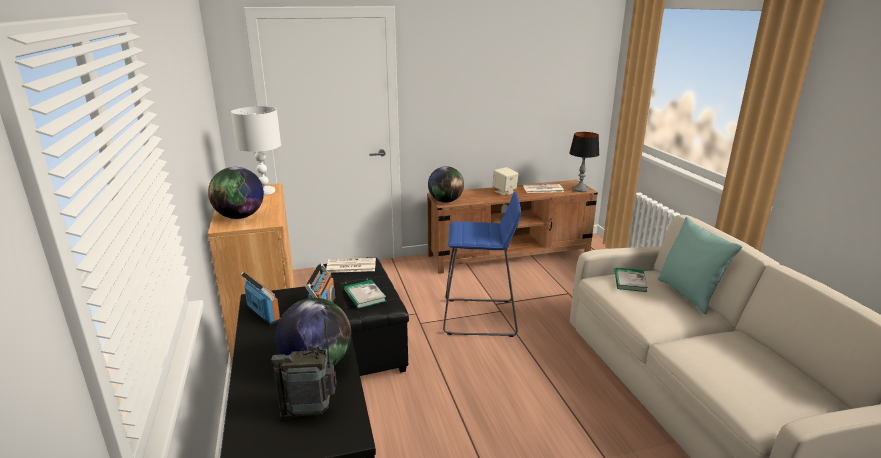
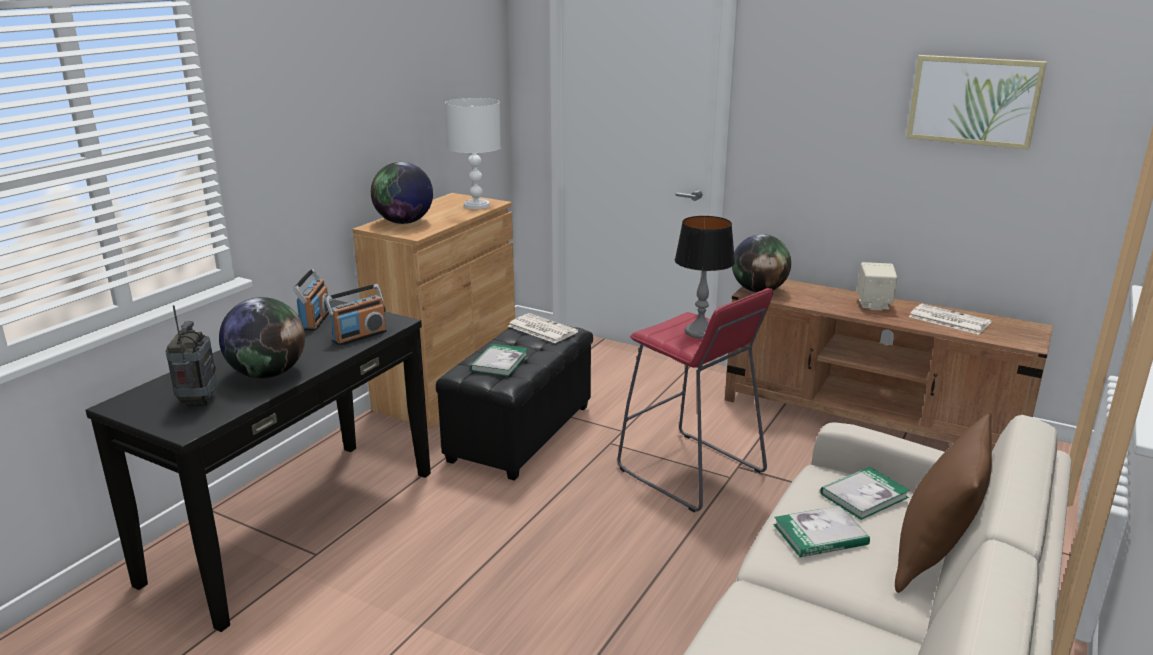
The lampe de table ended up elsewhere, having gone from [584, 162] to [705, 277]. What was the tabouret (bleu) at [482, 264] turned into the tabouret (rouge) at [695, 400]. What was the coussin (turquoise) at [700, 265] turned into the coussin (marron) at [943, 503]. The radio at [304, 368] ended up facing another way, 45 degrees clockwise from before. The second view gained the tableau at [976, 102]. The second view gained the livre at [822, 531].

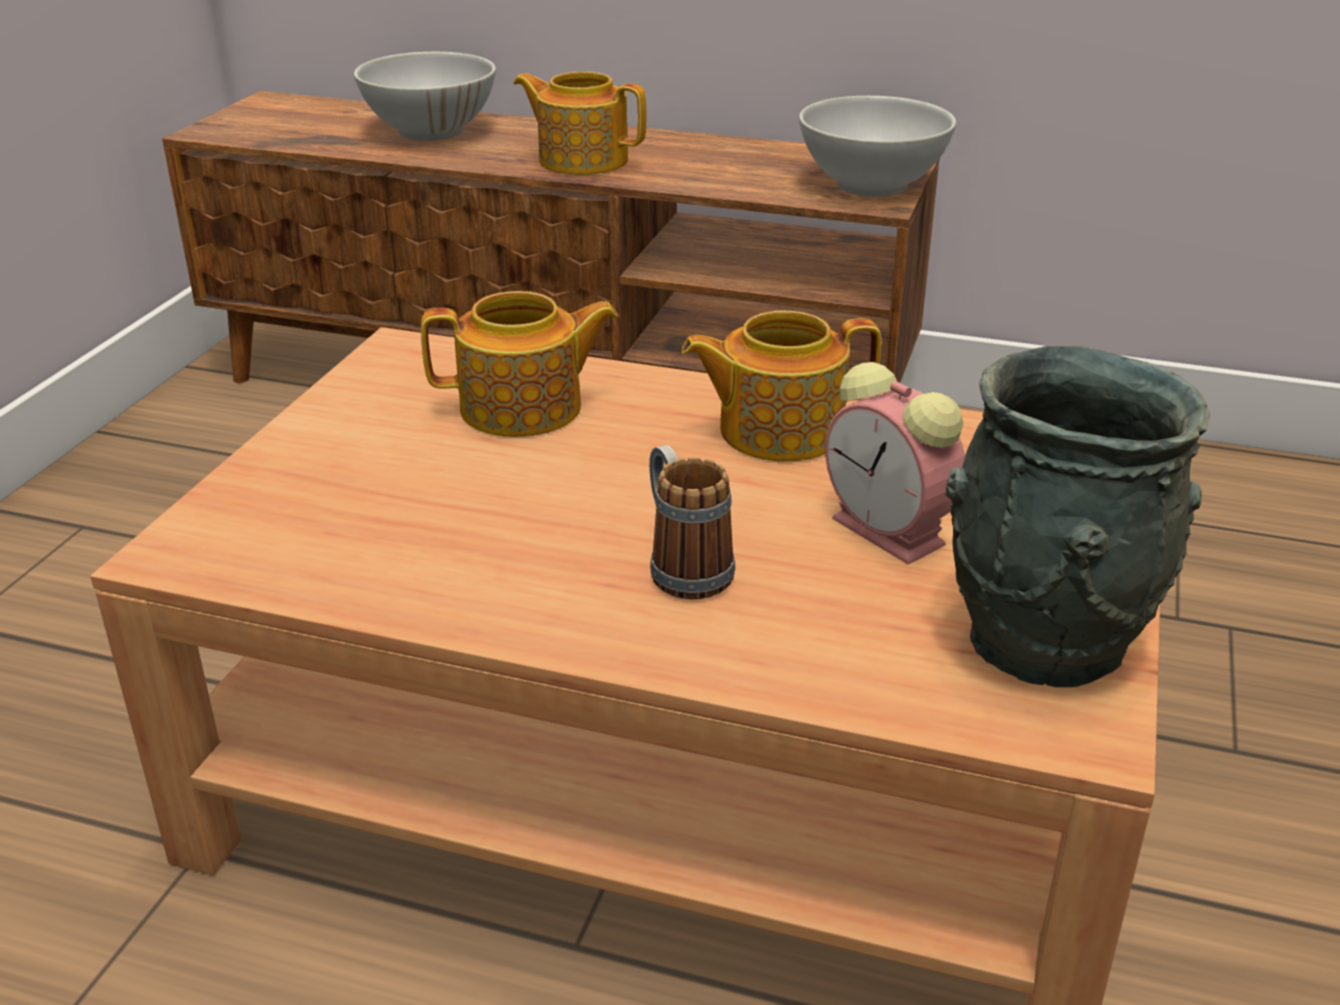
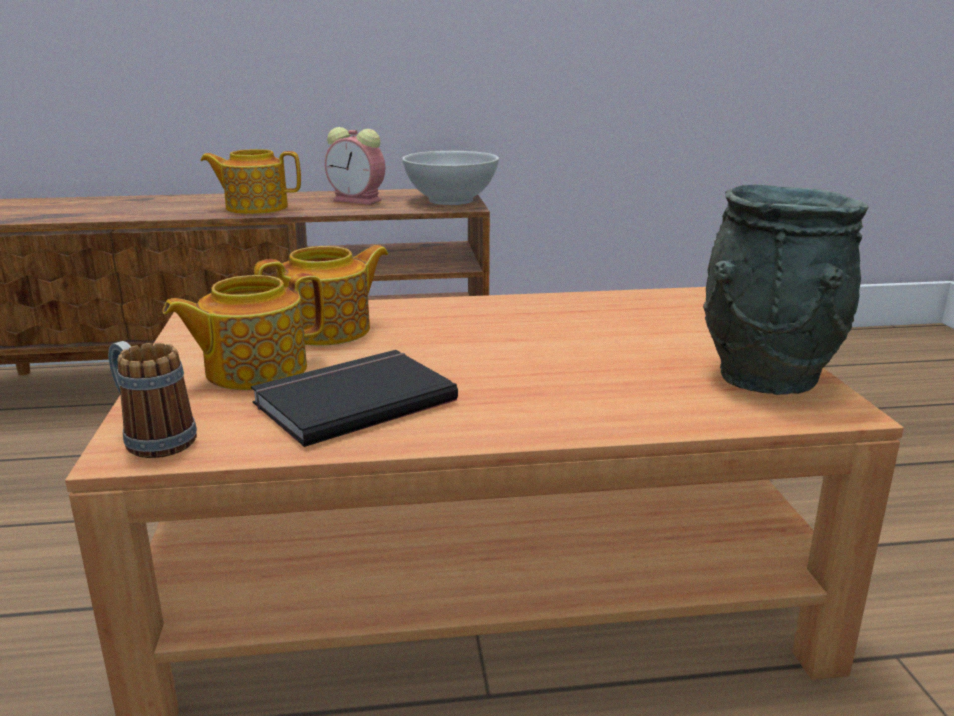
The second view lost the bol (blanc) at [425, 96]. The théière ended up elsewhere, having gone from [781, 386] to [243, 331]. The réveil ended up elsewhere, having gone from [895, 463] to [355, 166]. The mug ended up elsewhere, having gone from [692, 522] to [152, 399]. The second view gained the livre (noir) at [354, 398].

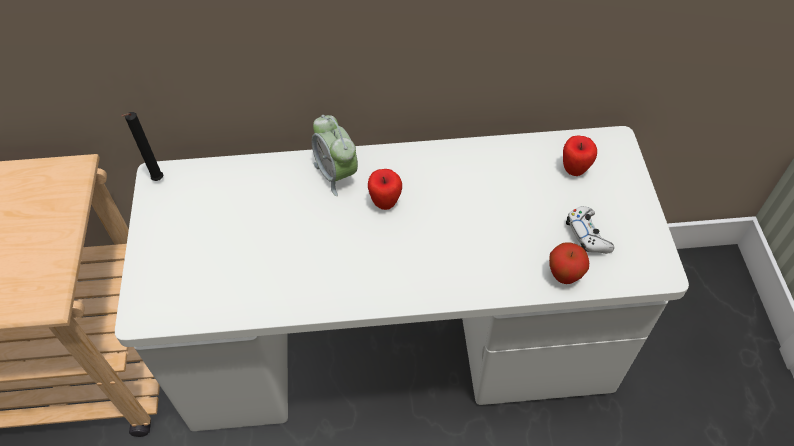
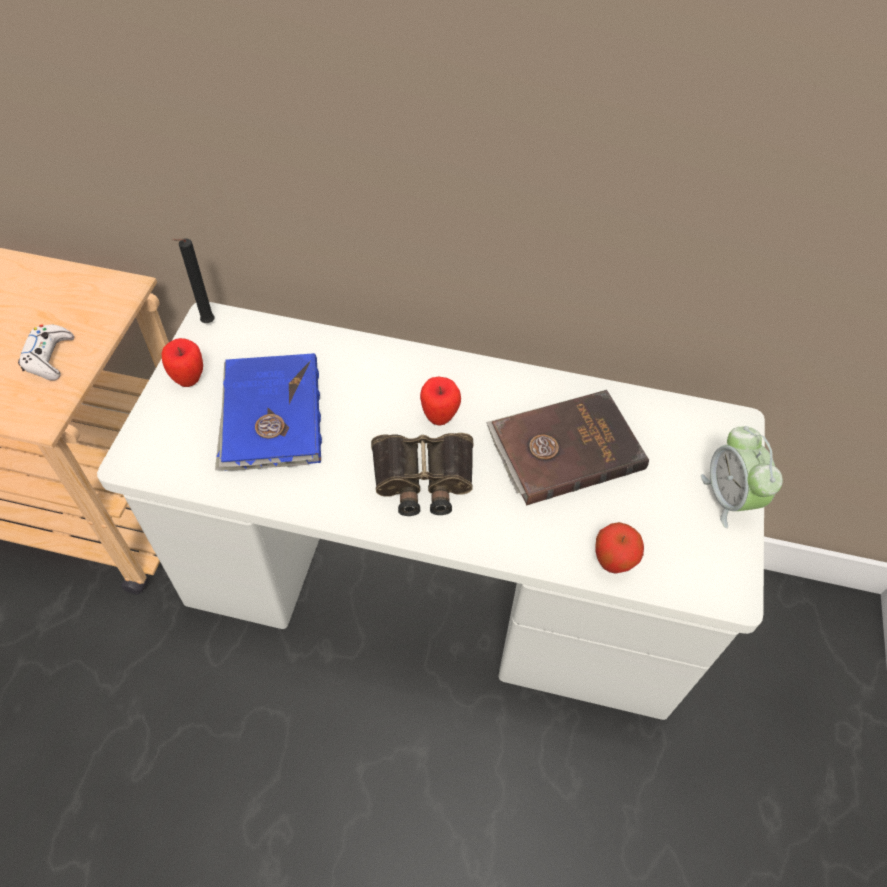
The réveil ended up elsewhere, having gone from [335, 155] to [742, 477]. The pomme ended up elsewhere, having gone from [580, 155] to [182, 362]. The manette (blanc) ended up elsewhere, having gone from [590, 230] to [46, 353]. The second view gained the livre (bleu) at [268, 412]. The second view gained the livre (marron) at [567, 447]. The second view gained the jumelles at [422, 474].

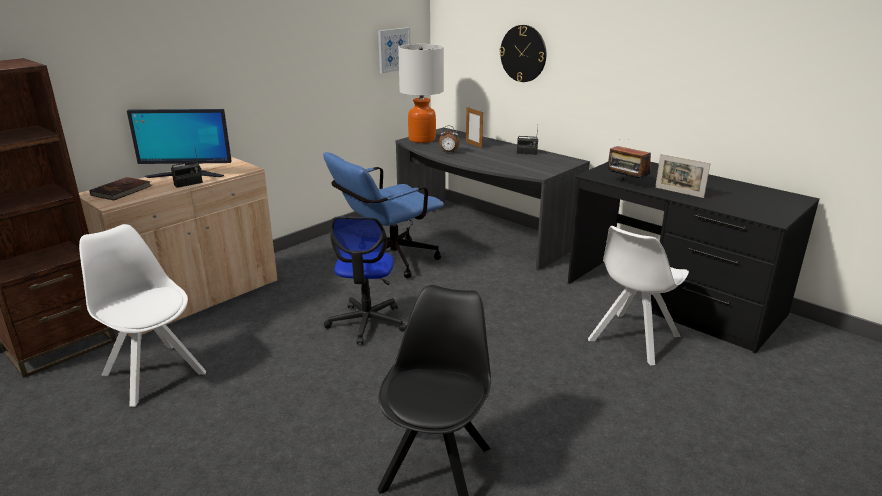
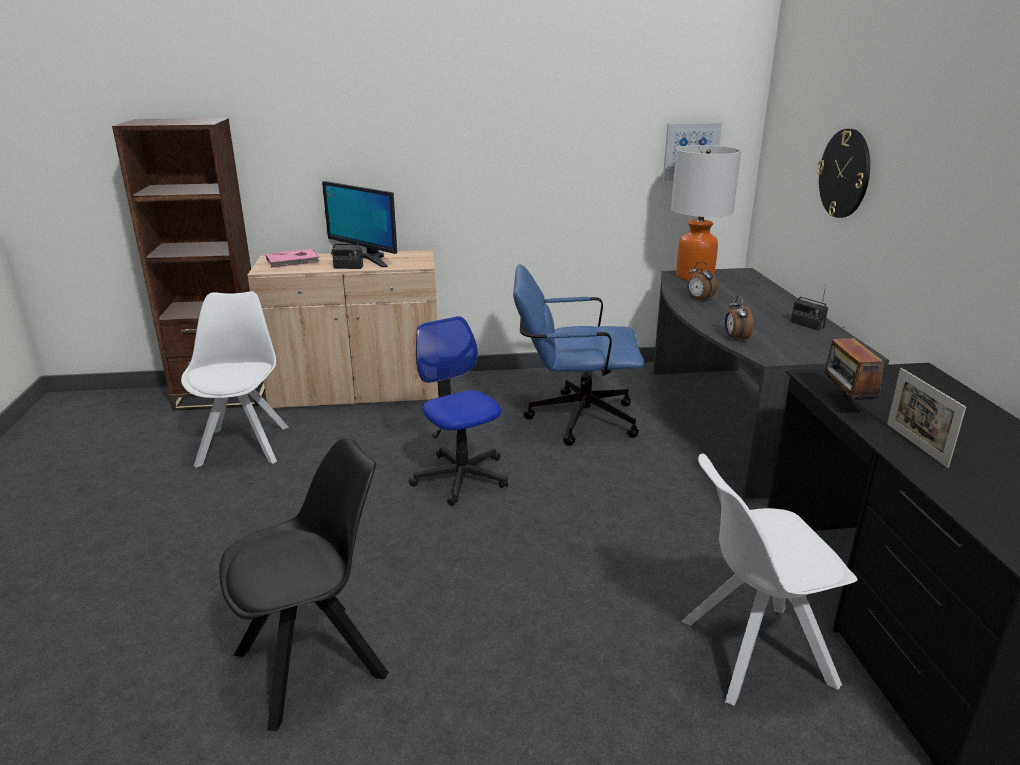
The second view lost the cadre photo at [474, 127]. What was the livre (marron) at [120, 188] turned into the livre (rose) at [293, 258]. The chaise de bureau at [365, 281] ended up facing another way, 105 degrees clockwise from before. The second view gained the réveil at [739, 318].

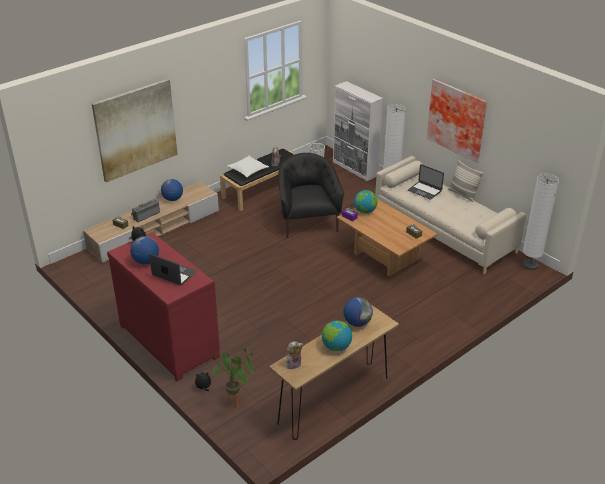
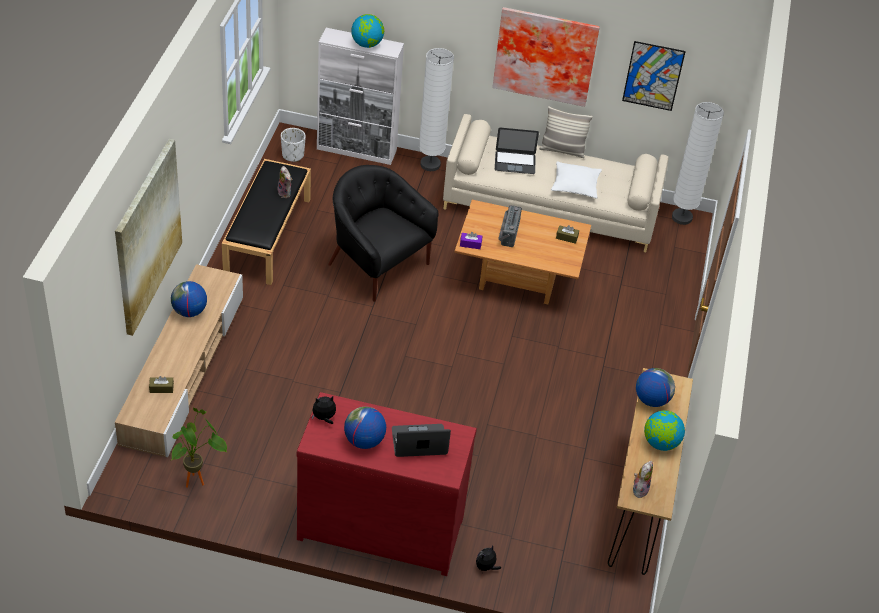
The coussin (blanc) ended up elsewhere, having gone from [248, 166] to [576, 180]. The globe ended up elsewhere, having gone from [366, 201] to [367, 31]. The radio ended up elsewhere, having gone from [145, 210] to [510, 226]. The plante en pot ended up elsewhere, having gone from [232, 376] to [199, 448]. The second view gained the tableau at [654, 76].

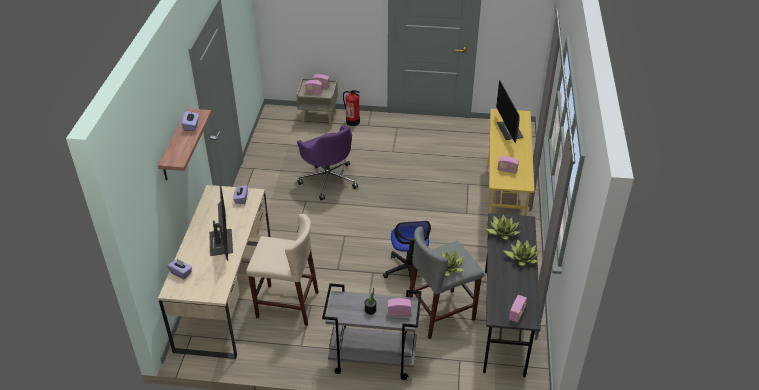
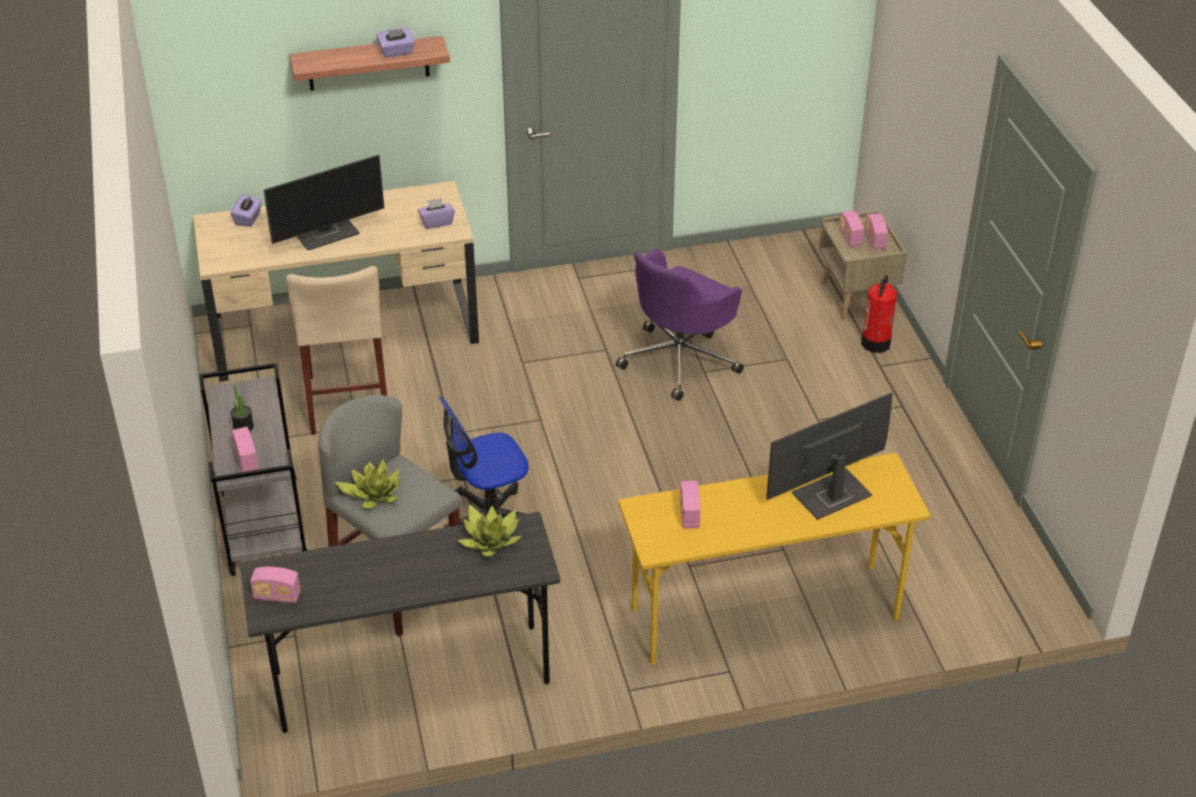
The second view lost the plante en pot at [521, 252].

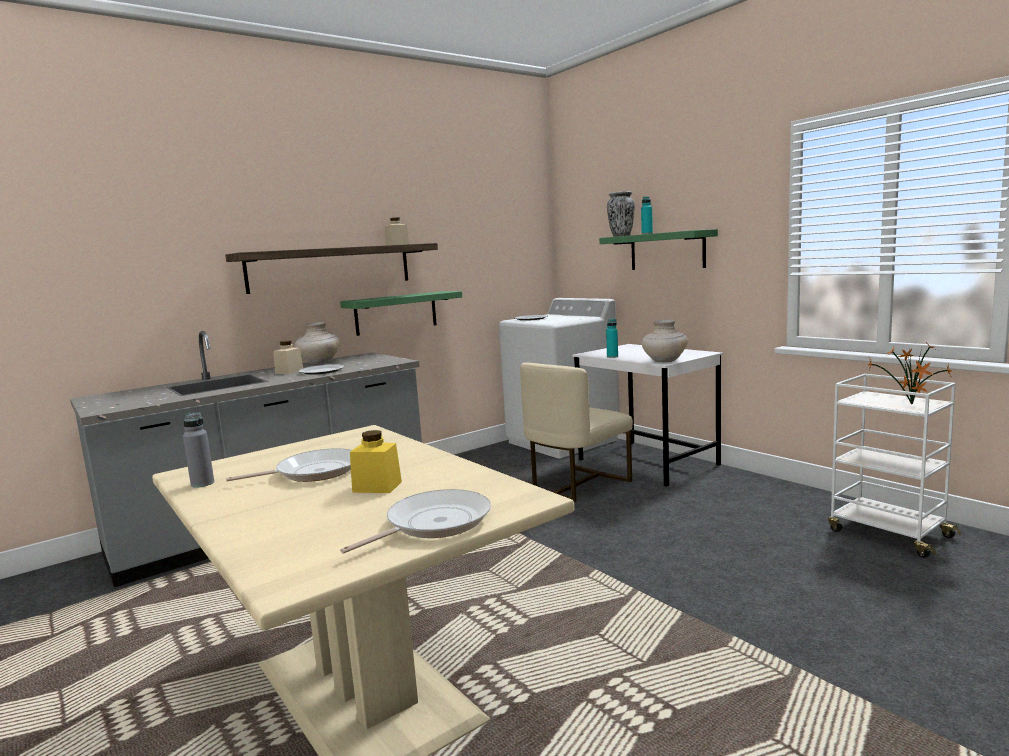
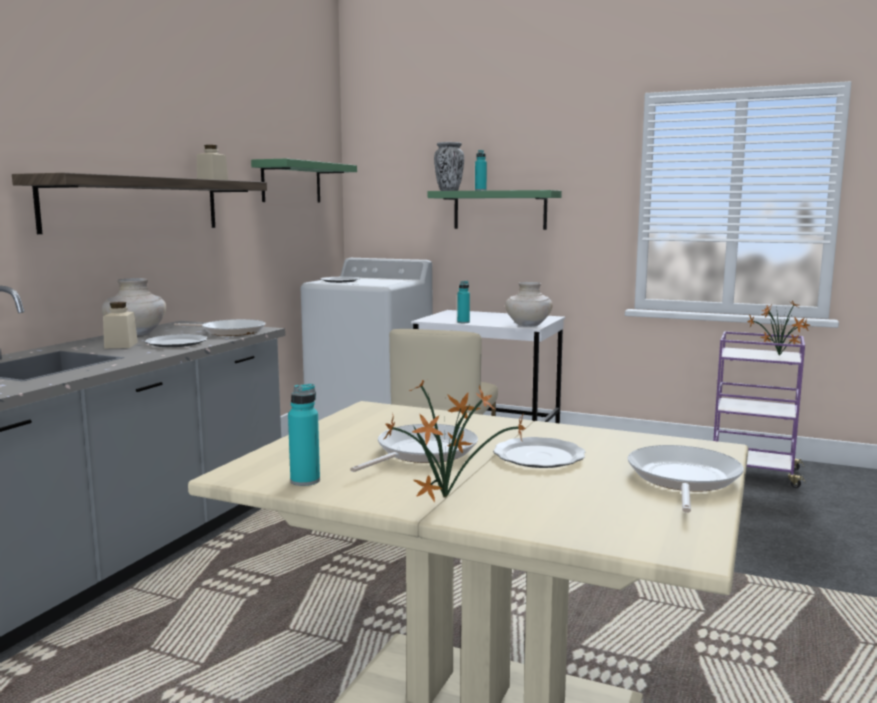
The étagère (vert) ended up elsewhere, having gone from [401, 313] to [304, 180]. What was the chariot (blanc) at [894, 466] turned into the chariot (violet) at [759, 409]. What was the bouteille (gris) at [198, 450] turned into the bouteille (turquoise) at [304, 435]. Where the bocal (jaune) stood at [376, 461], the assiette came to stand at [539, 452]. The second view gained the poêle at [220, 327]. The second view gained the plante en pot at [454, 440].

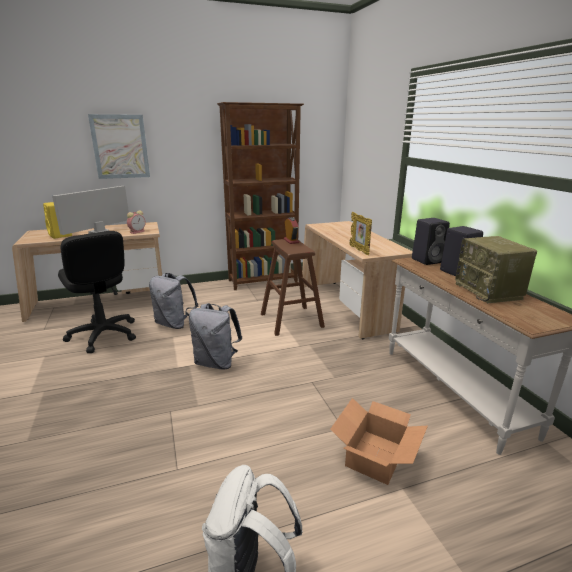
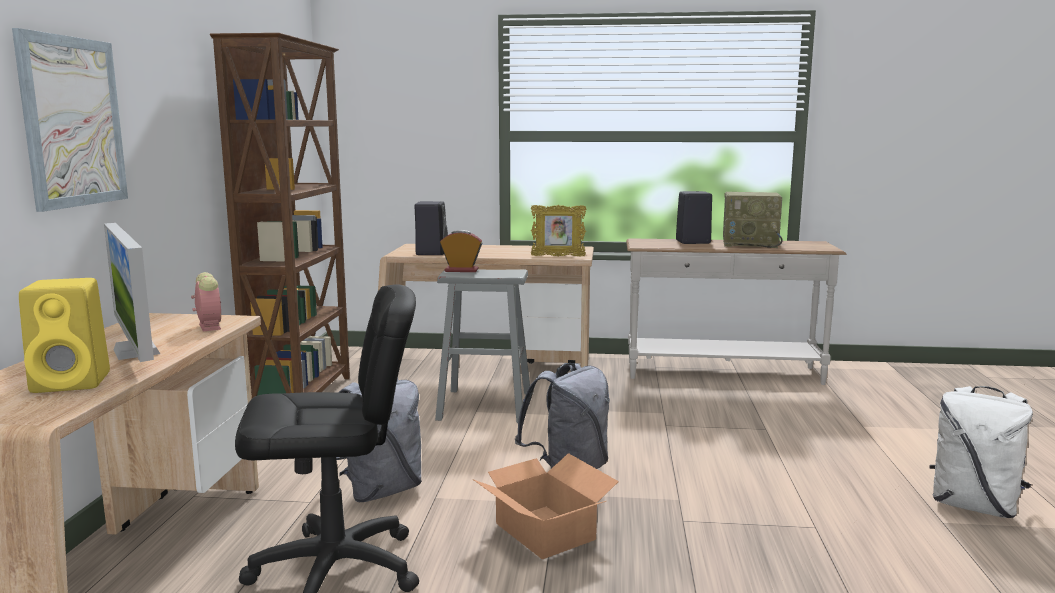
The enceinte (noir) ended up elsewhere, having gone from [431, 241] to [431, 228]. What was the tabouret (marron) at [293, 287] turned into the tabouret (gris) at [482, 346]. The carton ended up elsewhere, having gone from [379, 441] to [546, 506].

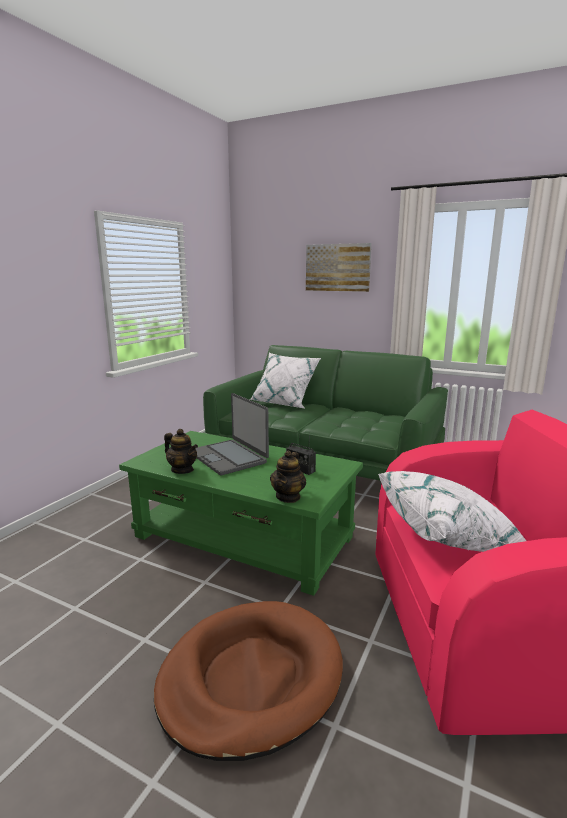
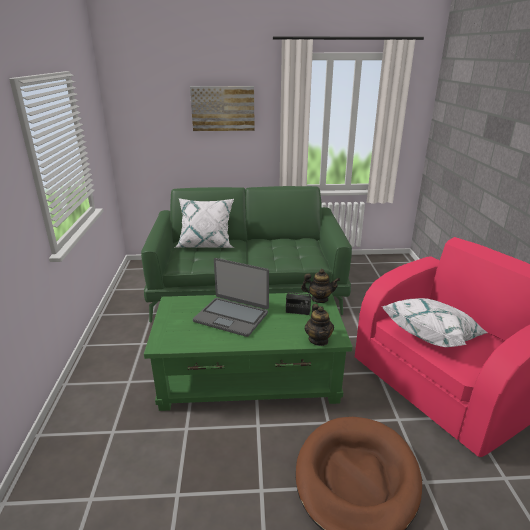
The théière ended up elsewhere, having gone from [181, 451] to [320, 286].

